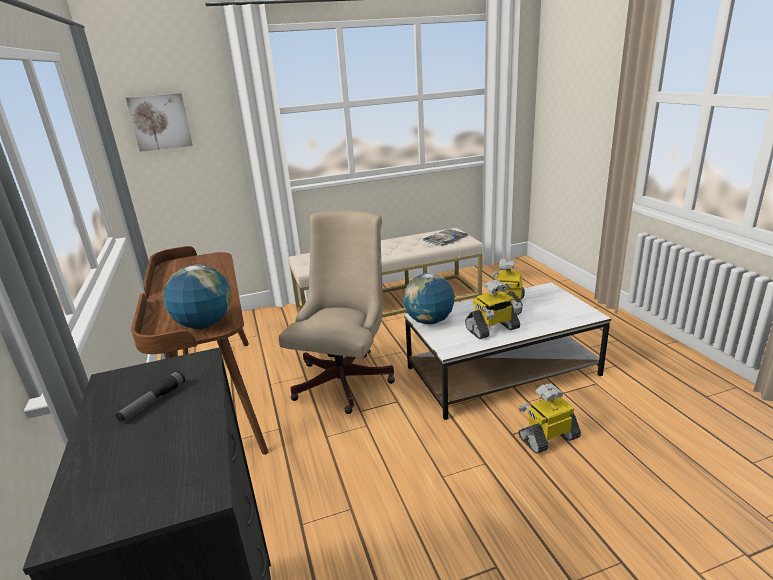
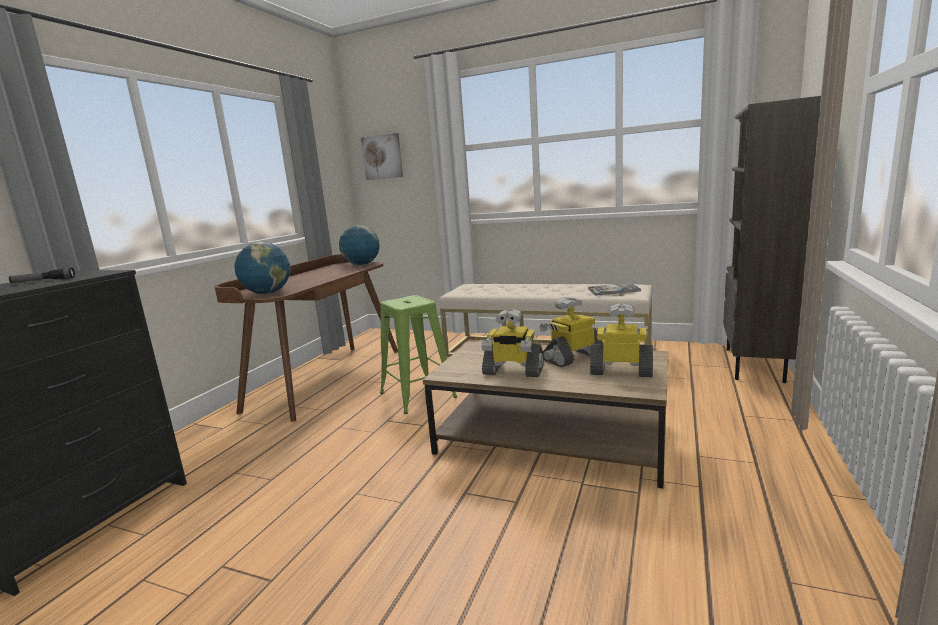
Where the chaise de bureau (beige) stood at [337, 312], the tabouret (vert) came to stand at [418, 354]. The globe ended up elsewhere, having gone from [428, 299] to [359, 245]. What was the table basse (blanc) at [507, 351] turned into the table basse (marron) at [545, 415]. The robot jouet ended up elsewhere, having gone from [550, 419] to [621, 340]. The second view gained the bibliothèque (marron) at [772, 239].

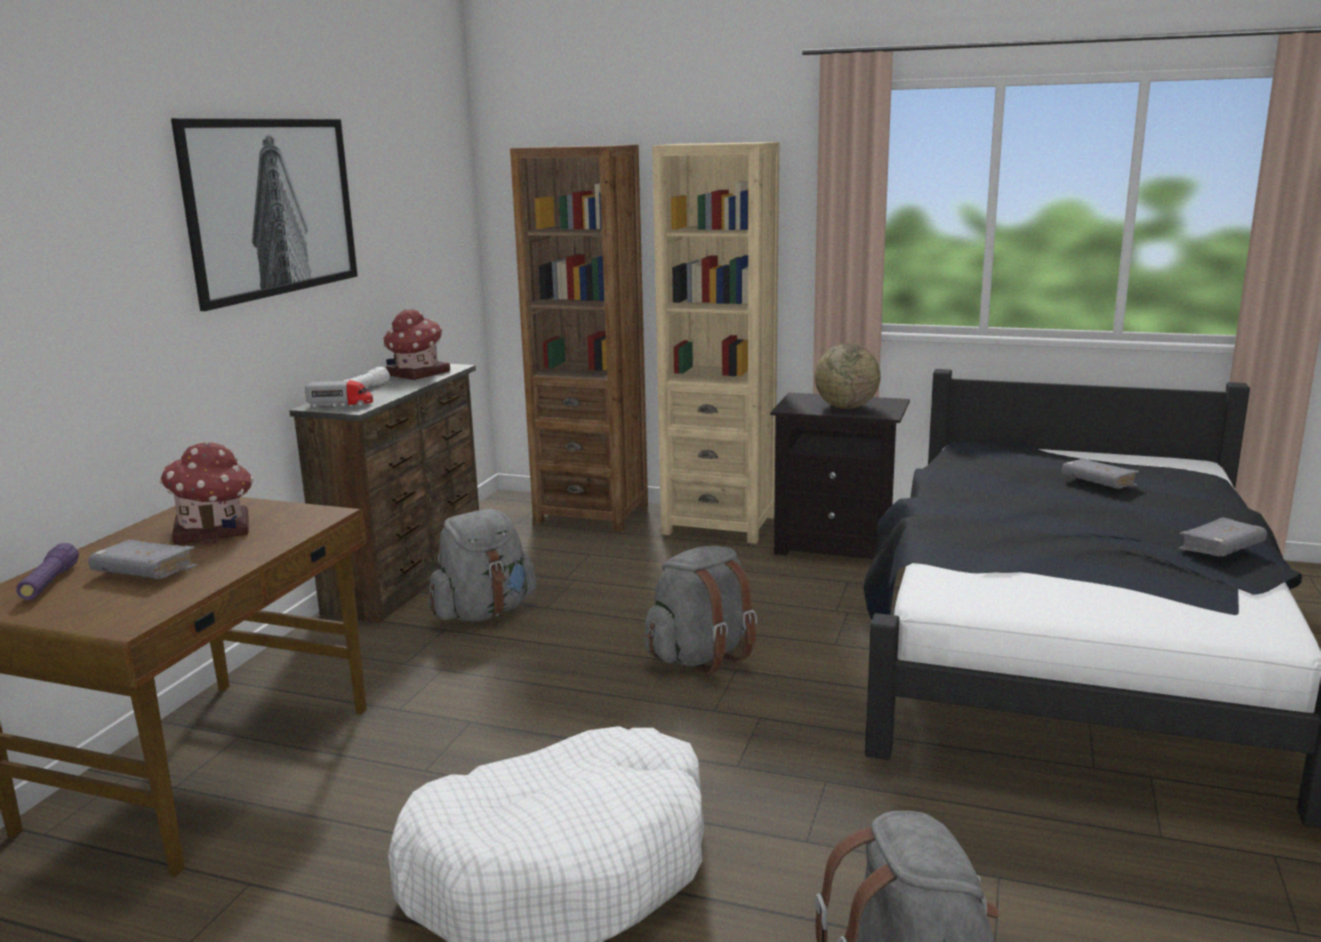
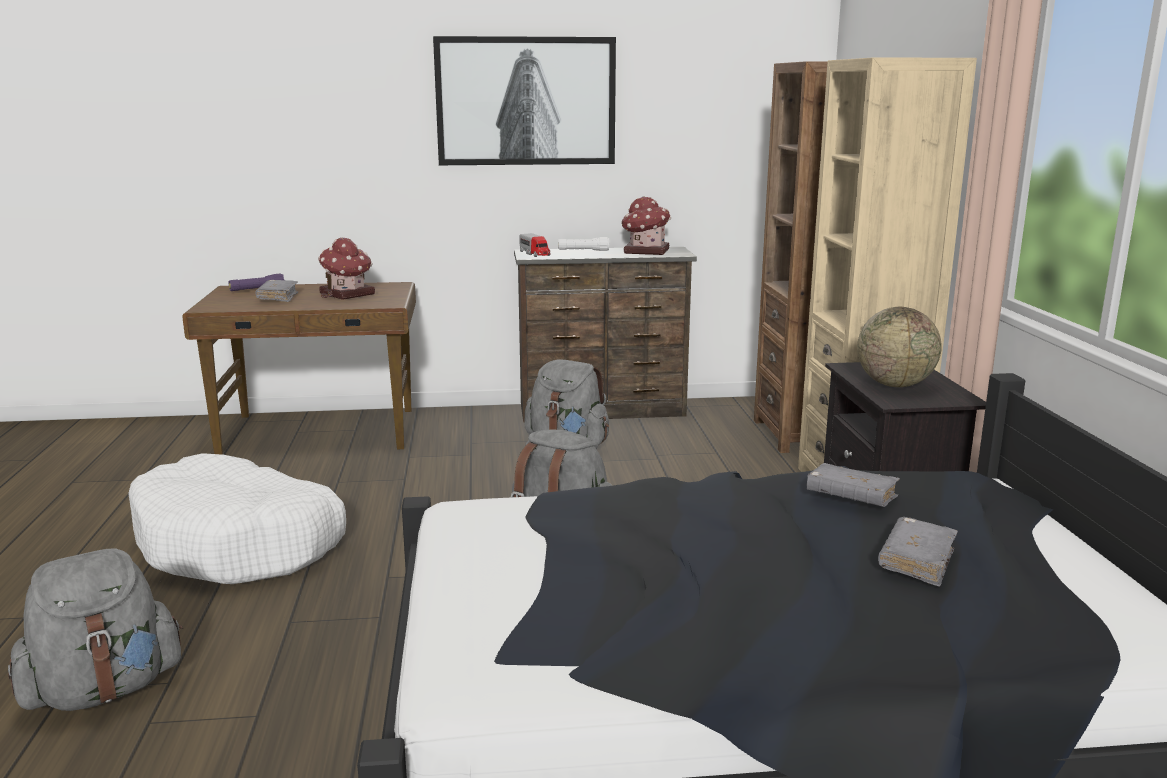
The livre (gris) ended up elsewhere, having gone from [1223, 537] to [853, 485].

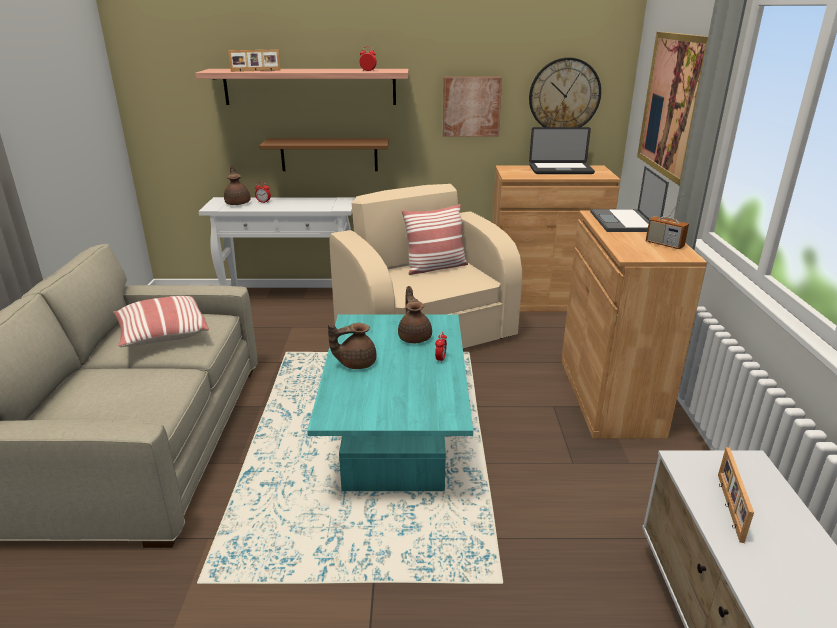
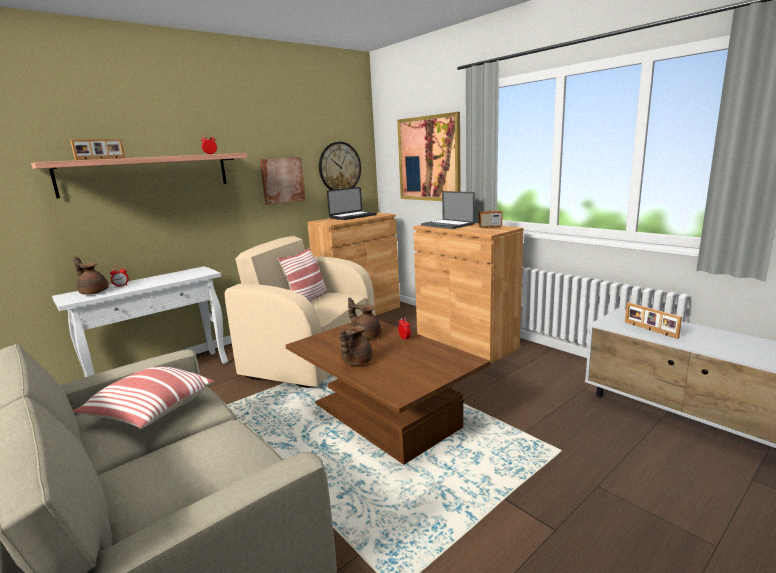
The second view lost the étagère (marron) at [324, 154]. What was the table basse (turquoise) at [390, 402] turned into the table basse (marron) at [388, 392].

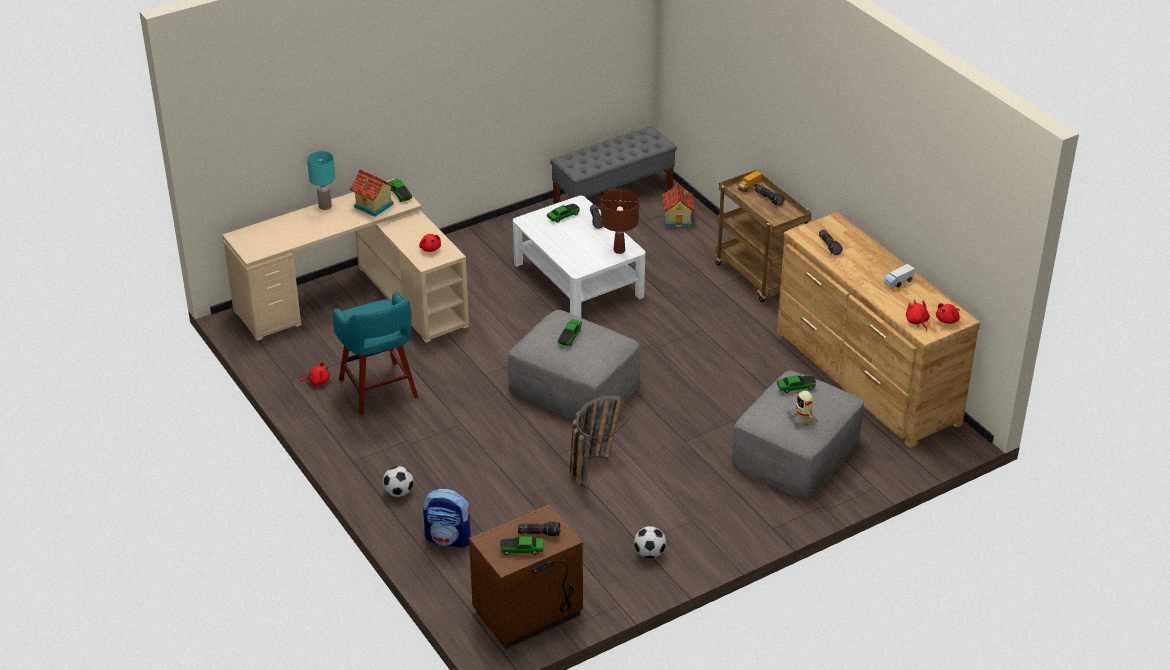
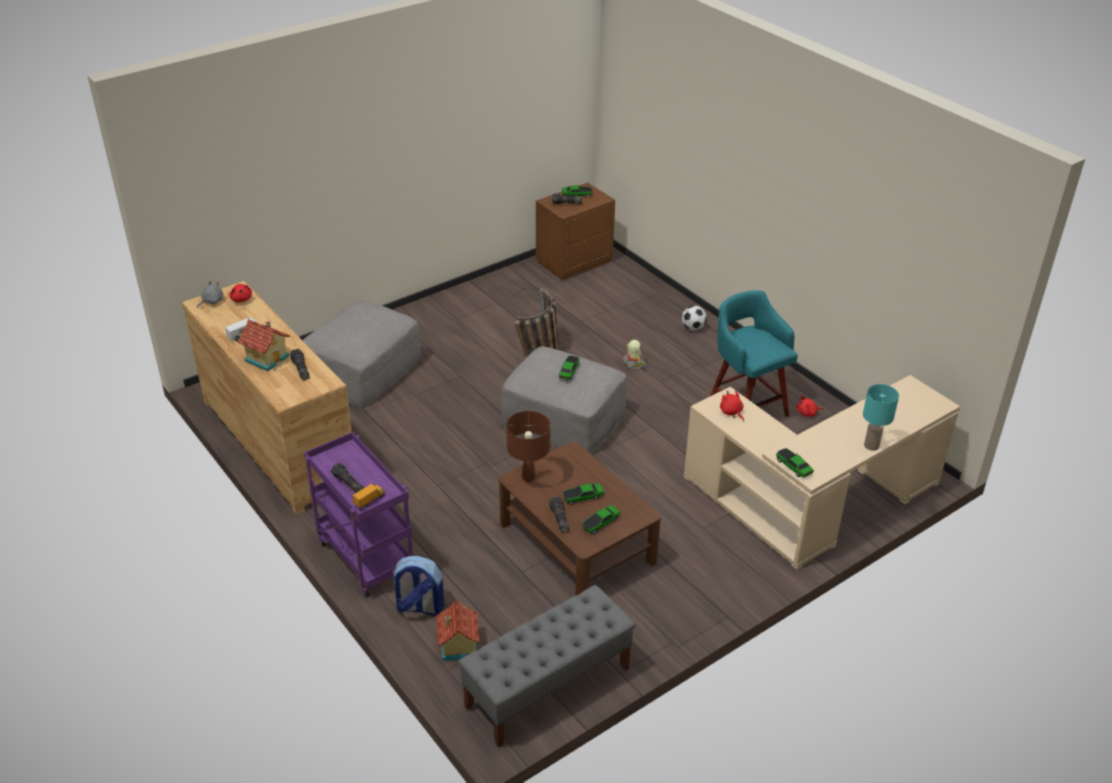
The maison miniature ended up elsewhere, having gone from [372, 193] to [264, 345]. What was the chariot (marron) at [763, 236] turned into the chariot (violet) at [358, 514]. What was the table basse (blanc) at [579, 257] turned into the table basse (marron) at [580, 519]. What was the peluche (rouge) at [948, 313] turned into the peluche (gris) at [210, 294]. The petite voiture ended up elsewhere, having gone from [796, 384] to [583, 494]. The robot jouet ended up elsewhere, having gone from [802, 409] to [635, 355]. The sac à dos ended up elsewhere, having gone from [447, 518] to [418, 586]. The second view lost the ballon de foot at [650, 542].

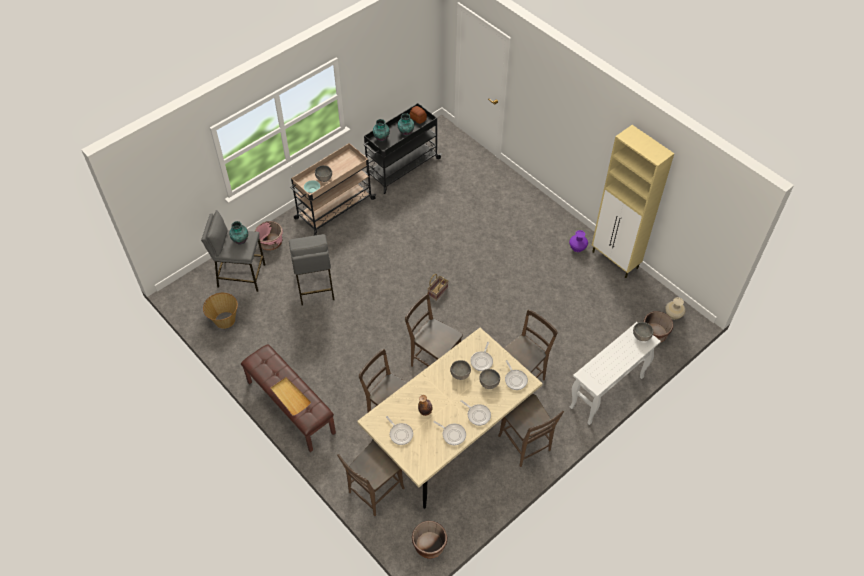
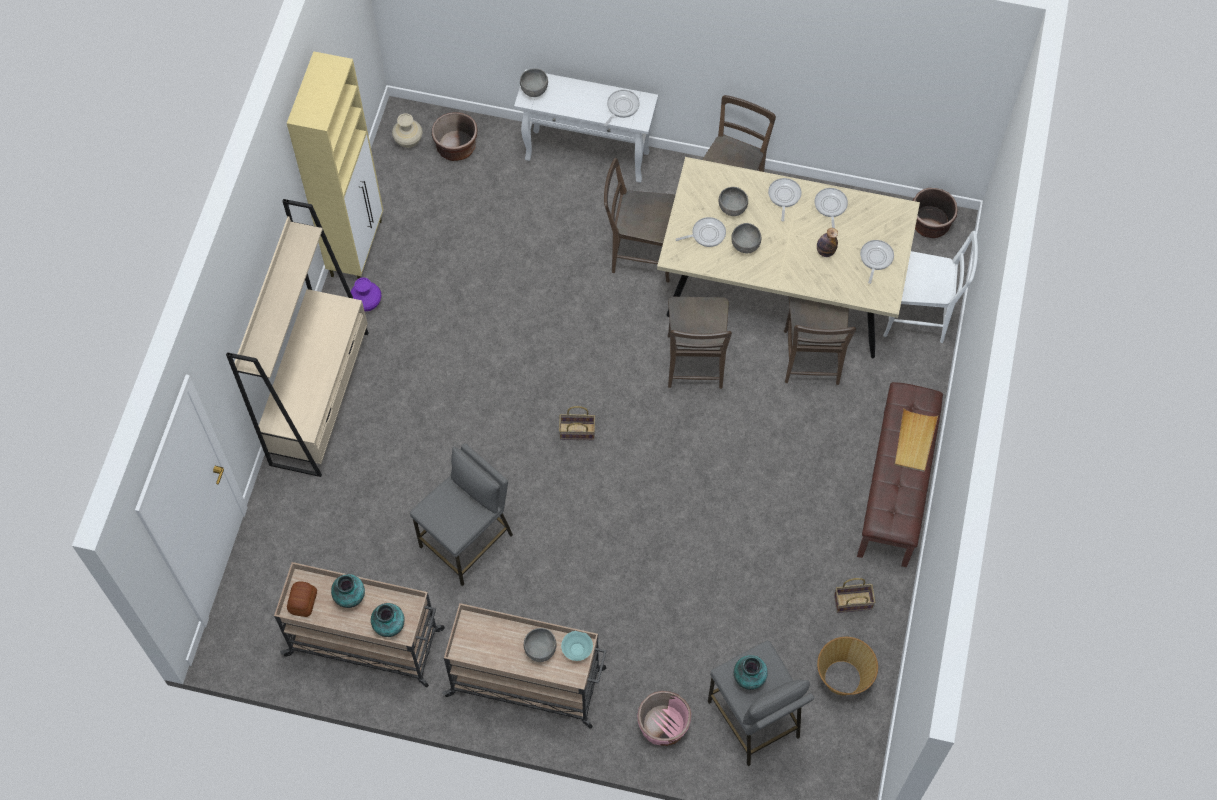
What was the chariot (noir) at [402, 148] turned into the chariot (beige) at [359, 625]. The tabouret (gris) ended up elsewhere, having gone from [311, 270] to [461, 514]. The poêle ended up elsewhere, having gone from [516, 375] to [622, 108]. What was the chaise (marron) at [371, 478] turned into the chaise (blanc) at [930, 287]. The second view gained the bibliothèque (beige) at [297, 338]. The second view gained the panier at [854, 595].

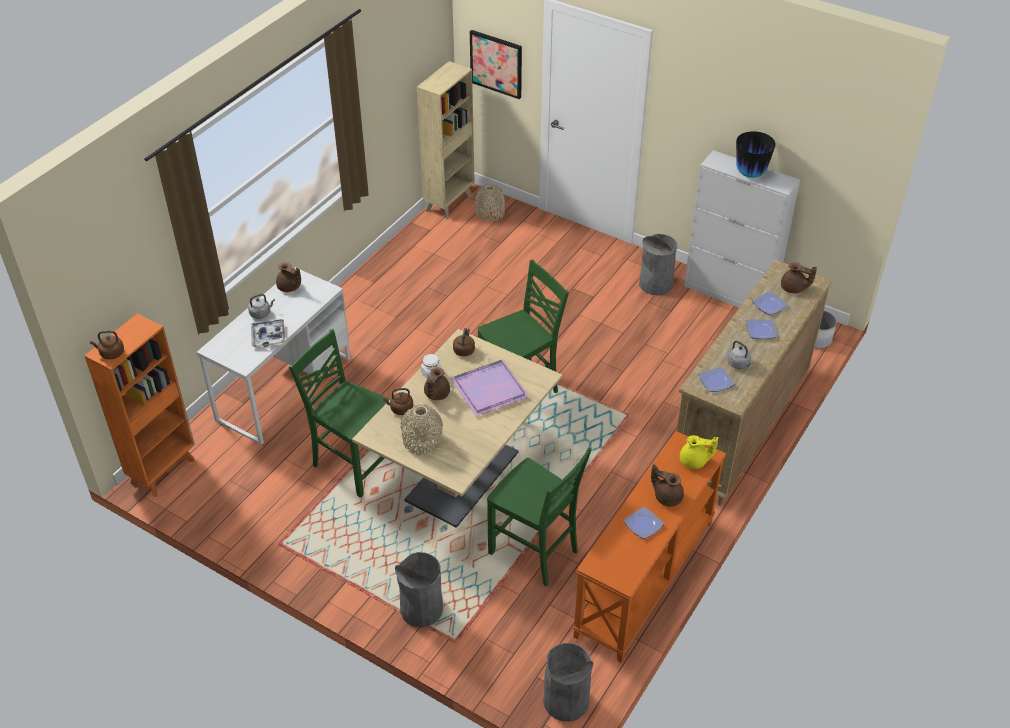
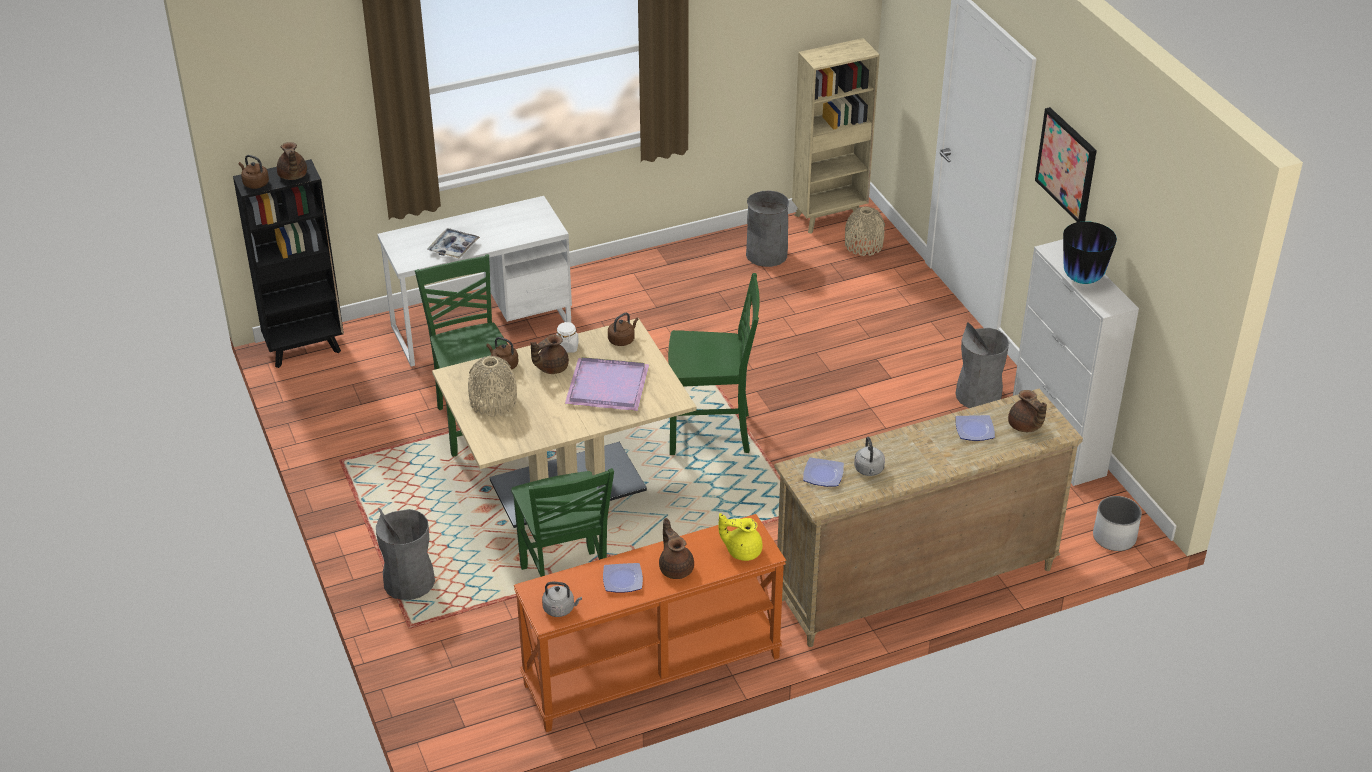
The tableau ended up elsewhere, having gone from [496, 64] to [1066, 164]. The théière (marron) ended up elsewhere, having gone from [288, 277] to [292, 161]. The bouilloire (gris) ended up elsewhere, having gone from [261, 306] to [562, 599]. What was the bibliothèque (orange) at [139, 405] turned into the bibliothèque (noir) at [288, 263]. The second view lost the assiette at [762, 329]. The théière (jaune) at [699, 452] ended up facing another way, 150 degrees clockwise from before. The poubelle (gris) ended up elsewhere, having gone from [568, 682] to [767, 228].

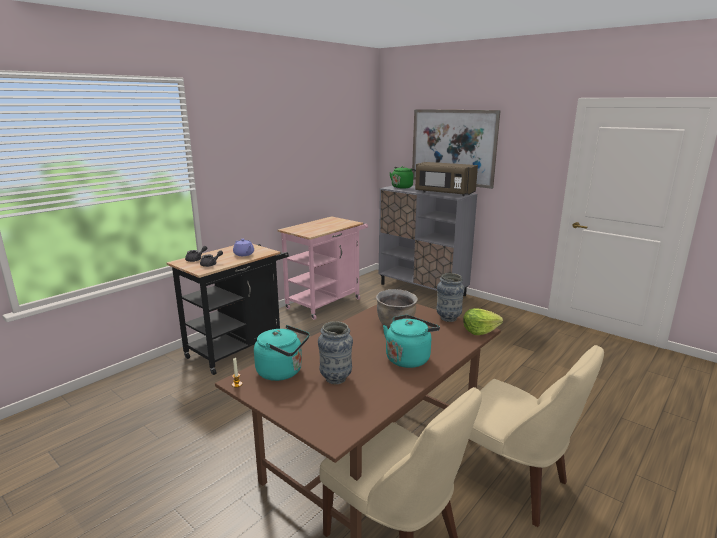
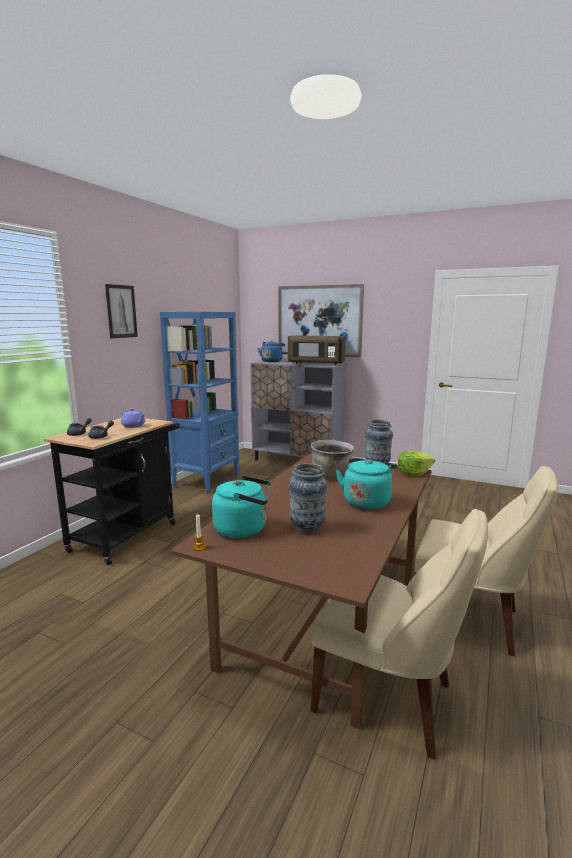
What was the bouilloire (vert) at [403, 177] turned into the bouilloire (bleu) at [271, 351]. Where the chariot (rose) stood at [323, 268], the bibliothèque (bleu) came to stand at [199, 403]. The second view gained the tableau at [121, 311].

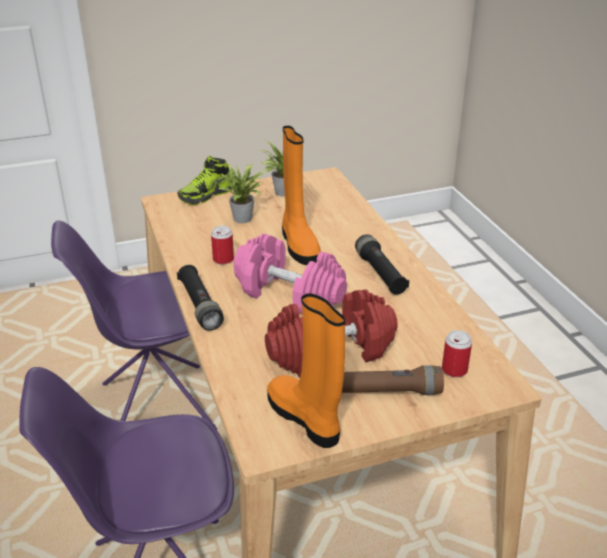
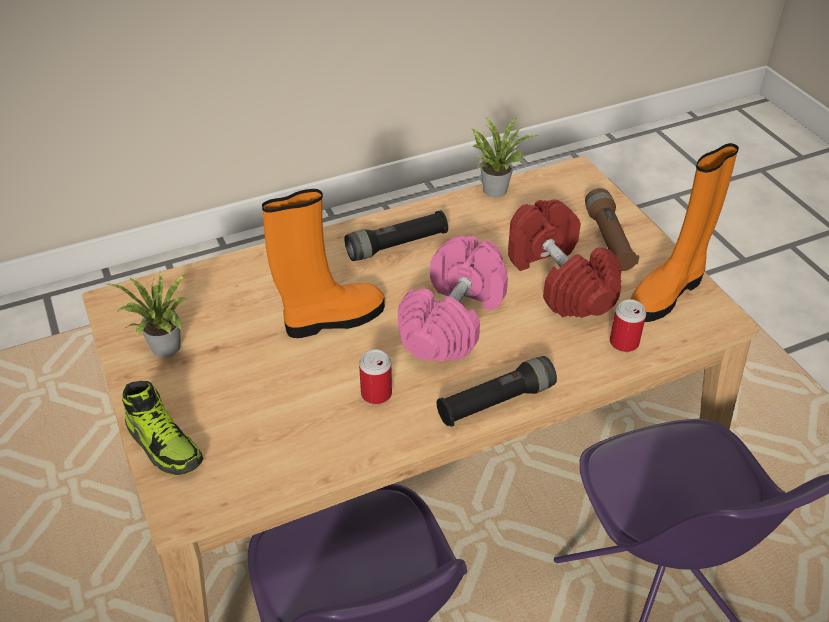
The plante en pot ended up elsewhere, having gone from [242, 193] to [505, 157]. The boîte métallique ended up elsewhere, having gone from [457, 353] to [628, 325].

